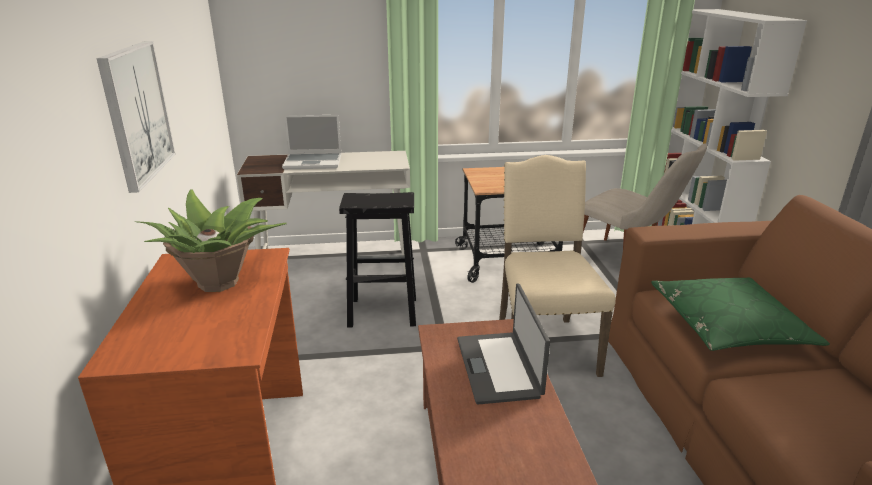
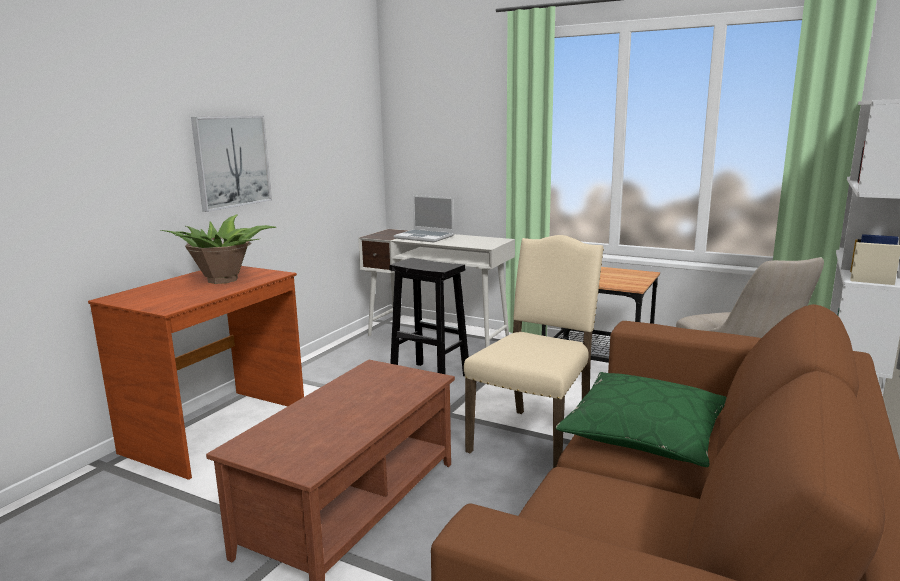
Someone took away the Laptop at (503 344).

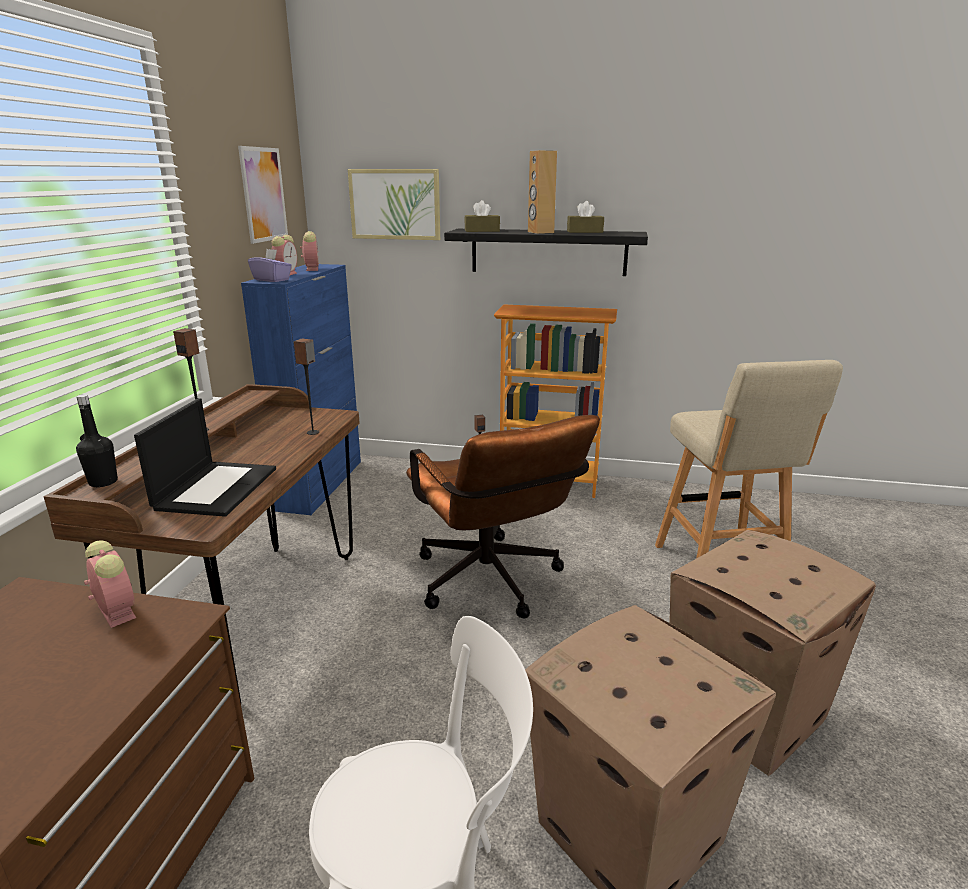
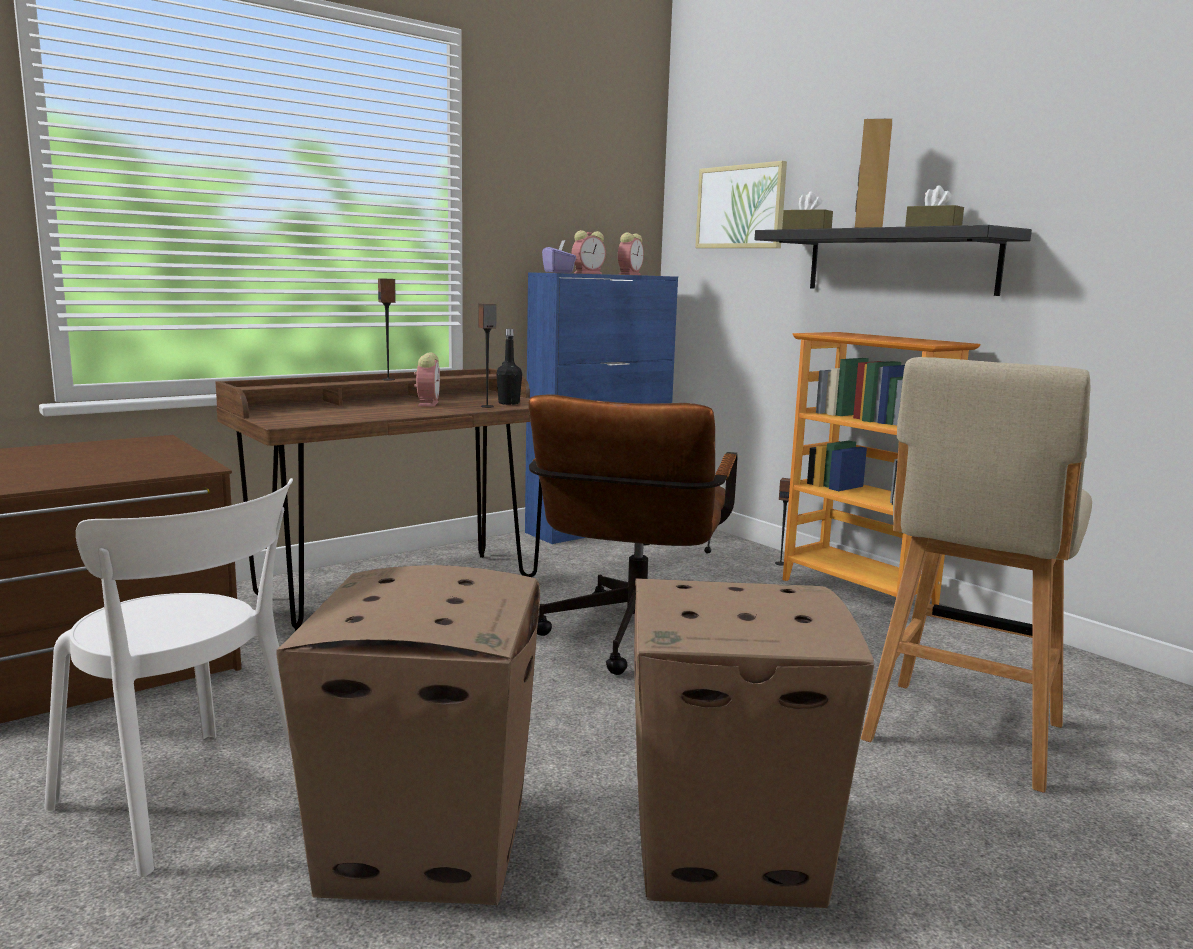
Someone carried the Wecker from (110 584) to (427 379). Someone carried the Flasche/schwarz from (97 440) to (509 367). Someone took away the Laptop at (205 457). Someone took away the Bild at (263 195).

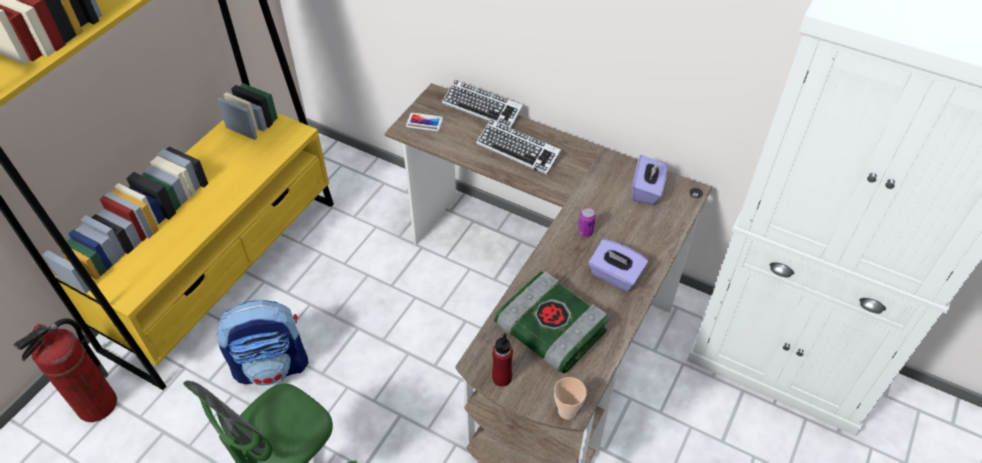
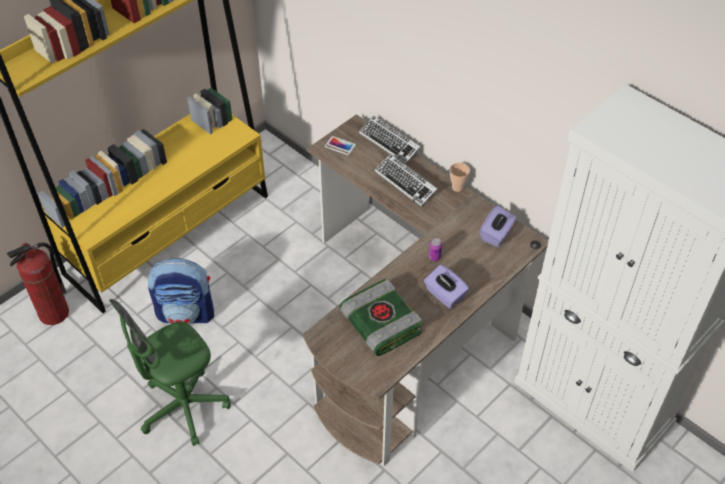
Someone carried the Tasse from (570 398) to (460 177). Someone took away the Flasche/rot at (502 360).

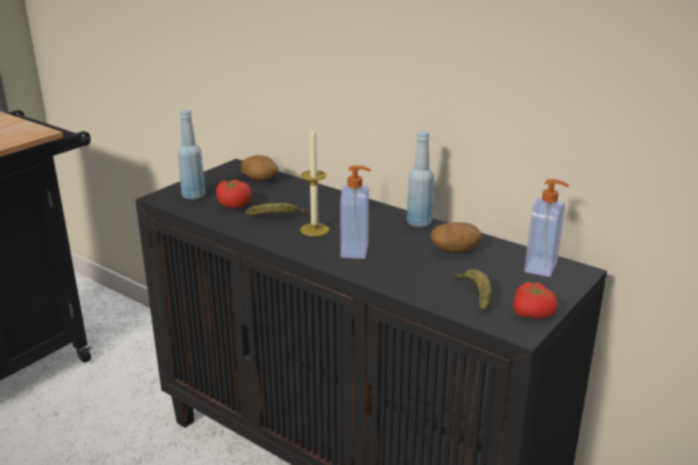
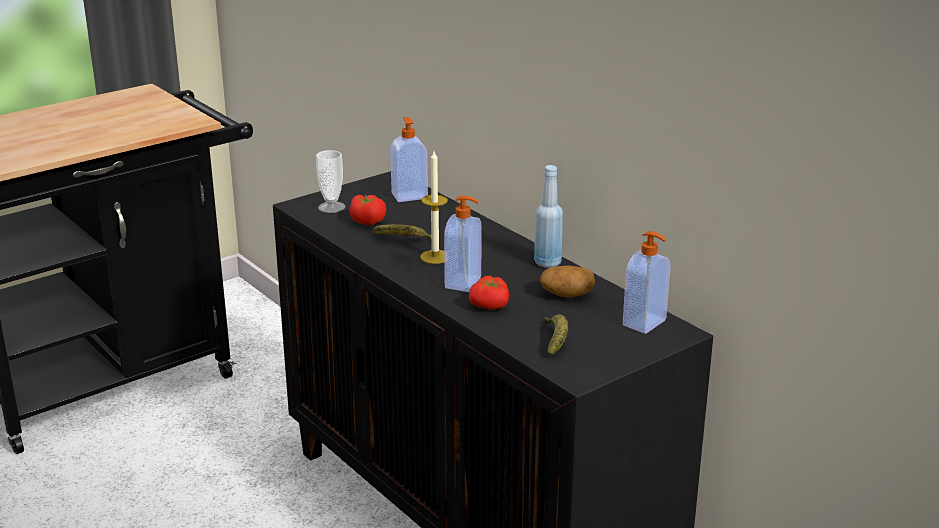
Someone swapped the Flasche/blau at (192 154) for the Tasse at (330 181). Someone swapped the Kartoffel at (259 167) for the Seifenspender at (409 159). Someone carried the Tomate from (535 300) to (489 293).

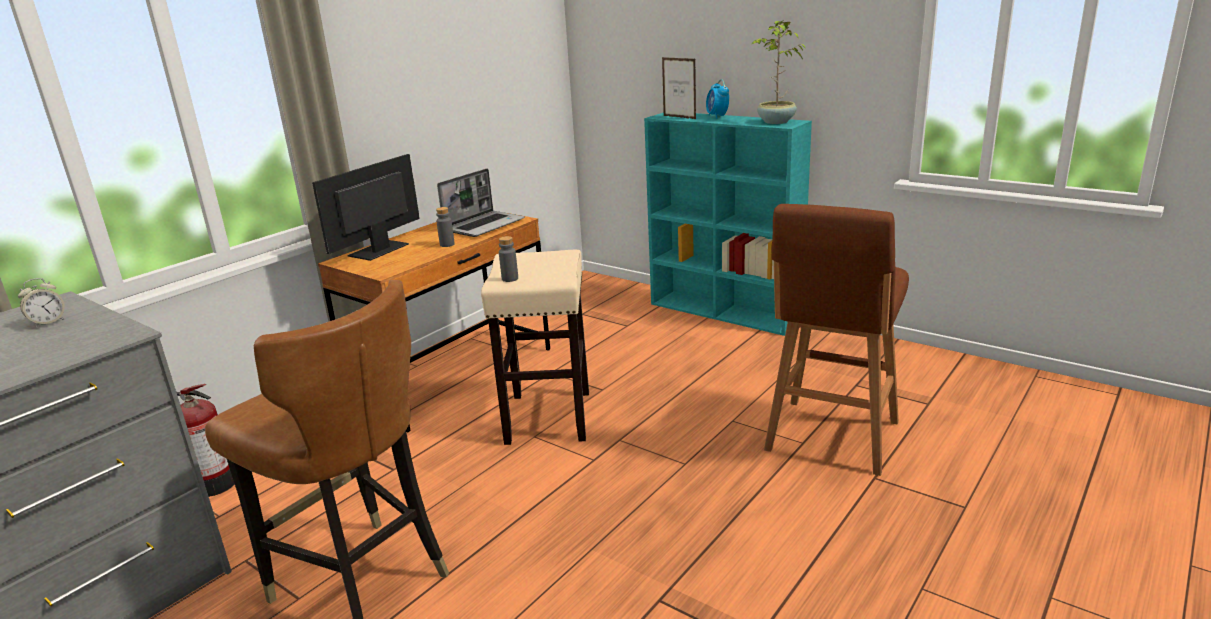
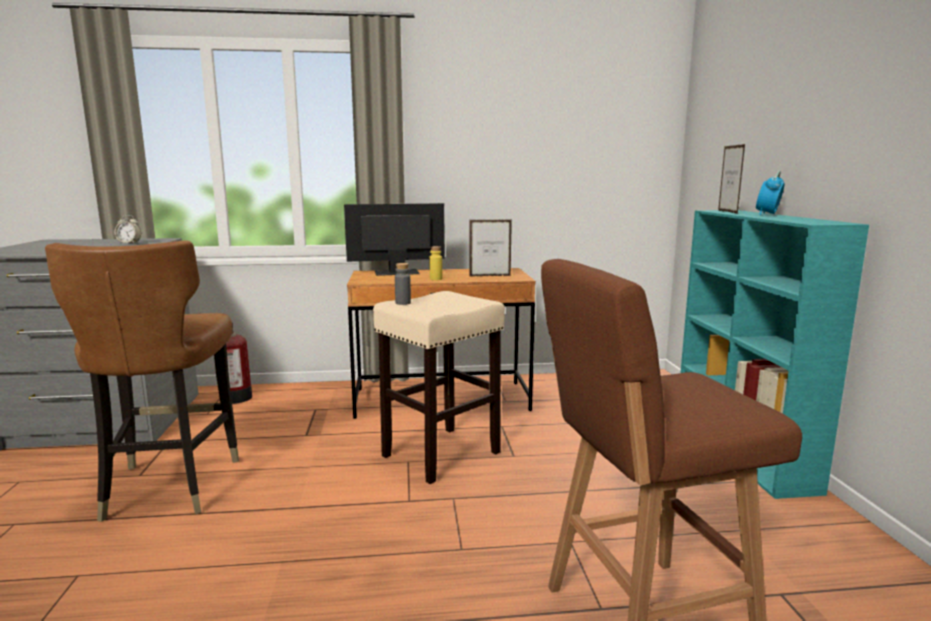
Someone repainted the Flasche/grau at (445 227), which became the Flasche/gelb at (435 263). Someone swapped the Laptop at (481 203) for the Bilderrahmen at (490 248). Someone took away the Topfpflanze at (779 72).

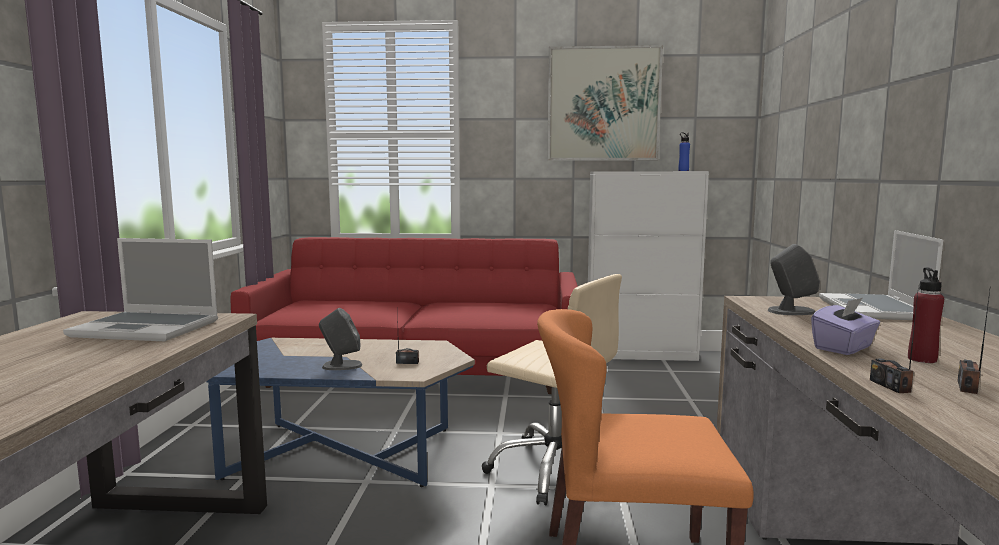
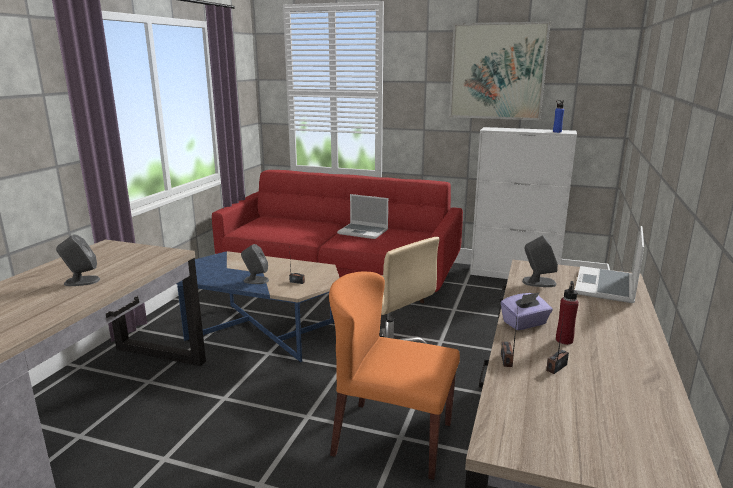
Someone put down the Lautsprecher/grau at (78 260). Someone carried the Laptop from (140 289) to (362 216).

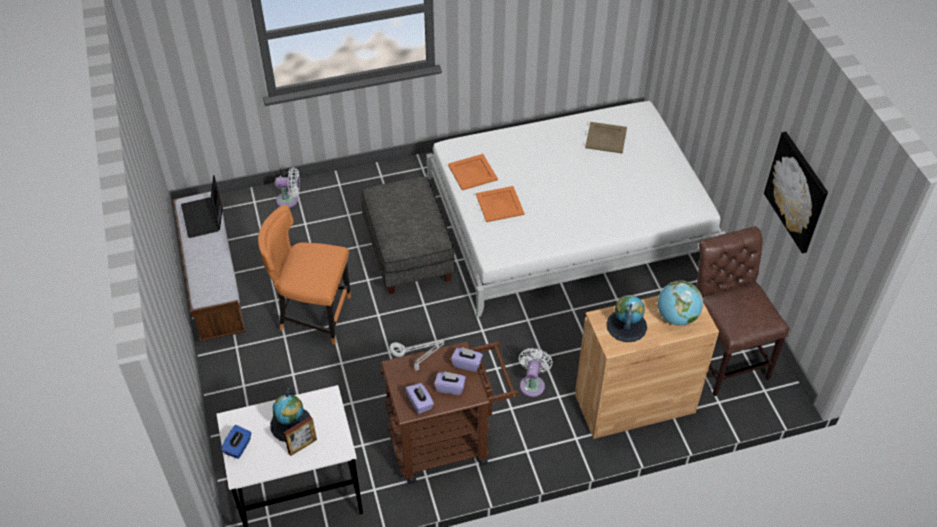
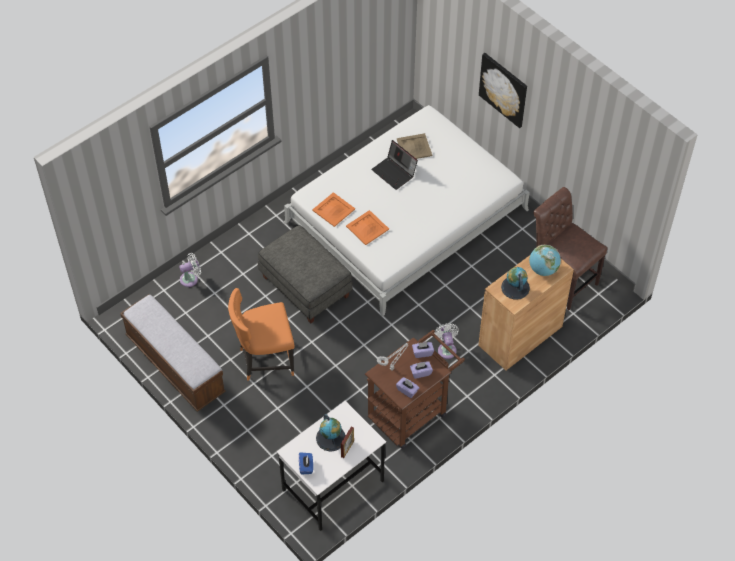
Someone carried the Laptop from (202 206) to (394 165). Someone carried the Bild from (796 192) to (503 90).

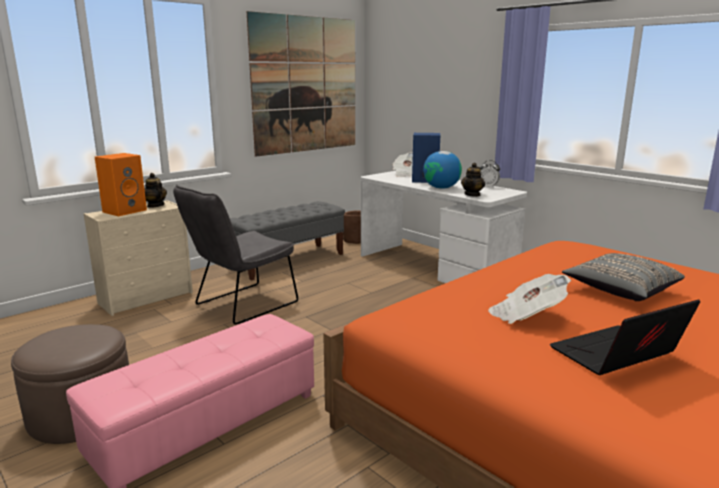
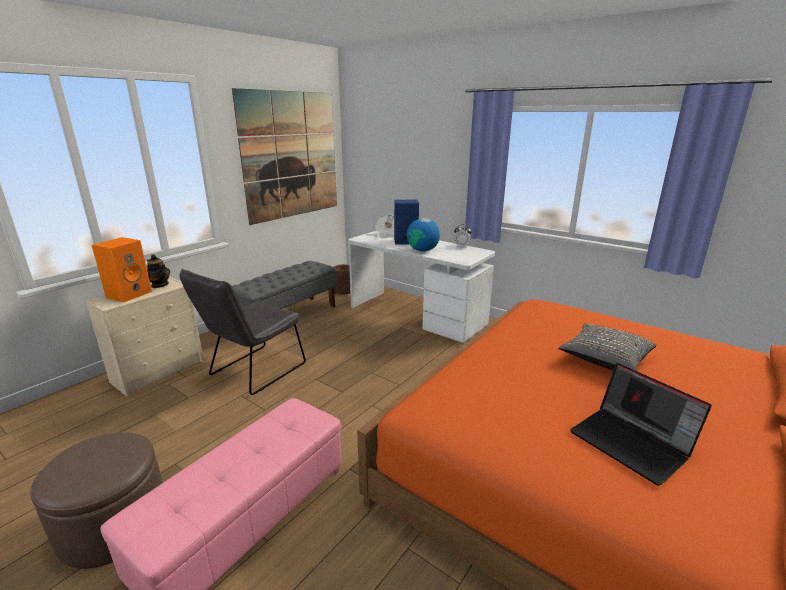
Someone rotated the Laptop at (625 337) by 90 degrees counterclockwise. Someone took away the Teekanne at (473 180). Someone took away the Zeitung at (529 299).

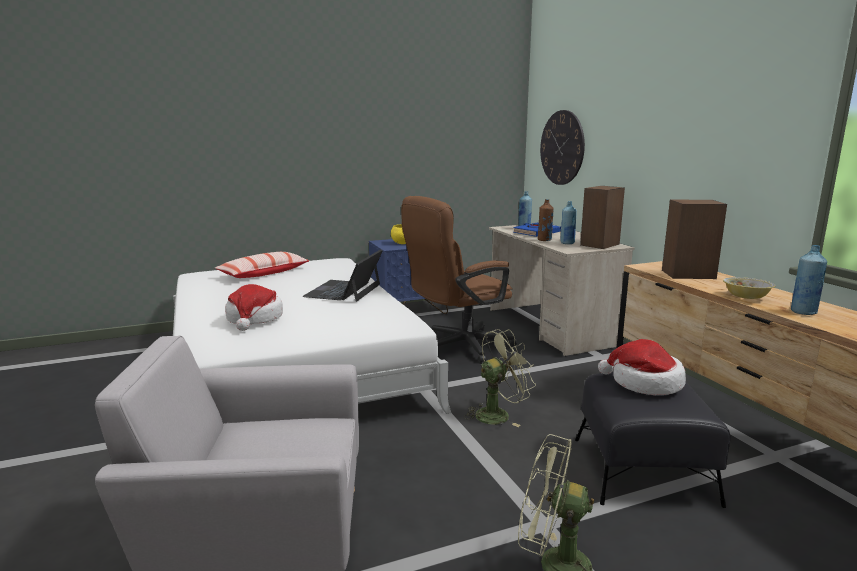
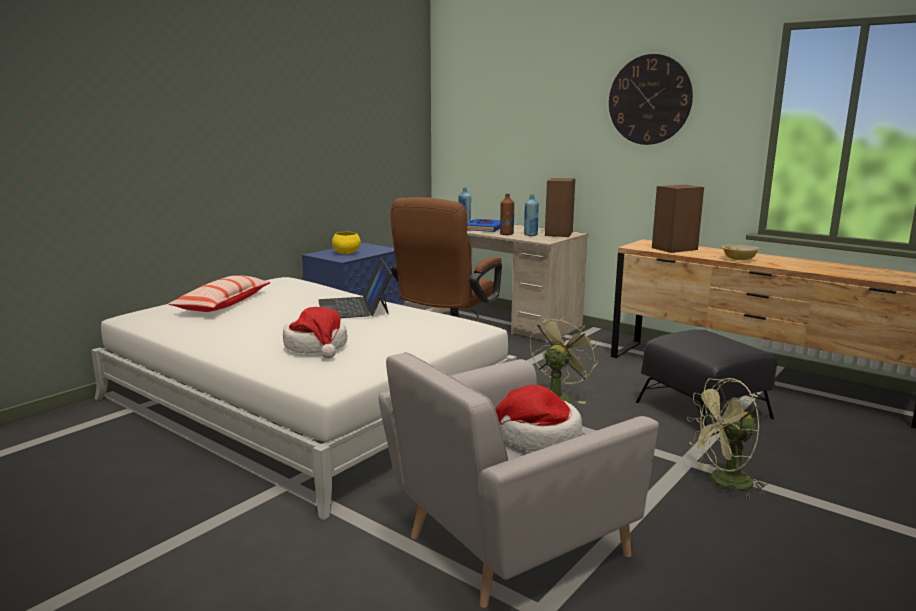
Someone carried the Hut from (642 367) to (538 418). Someone carried the Wanduhr from (562 147) to (651 99). Someone took away the Flasche/blau at (809 280).

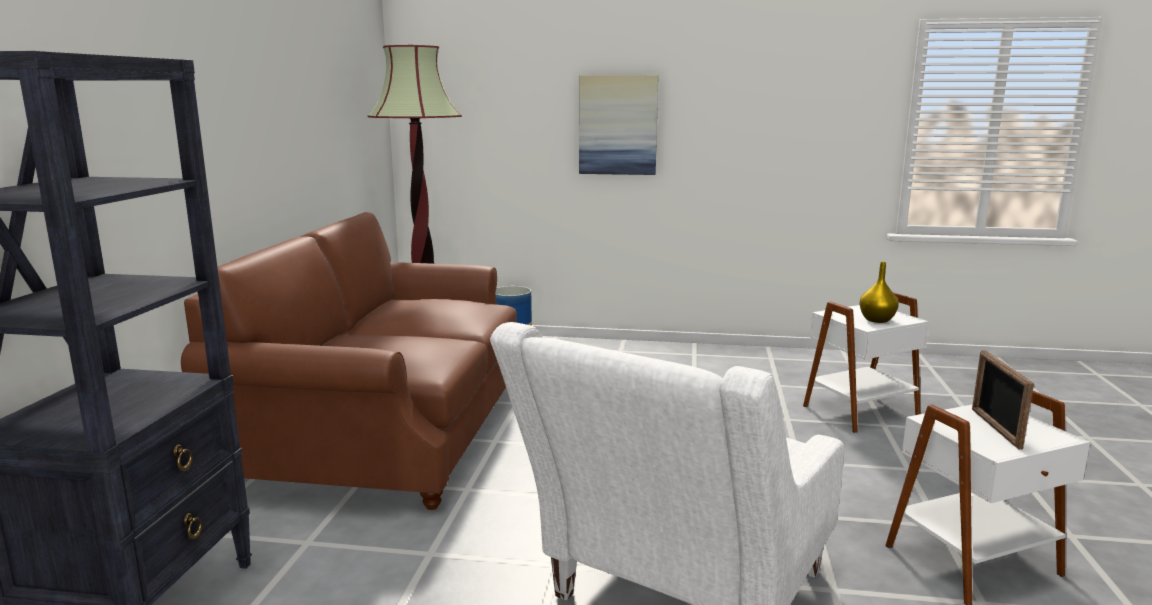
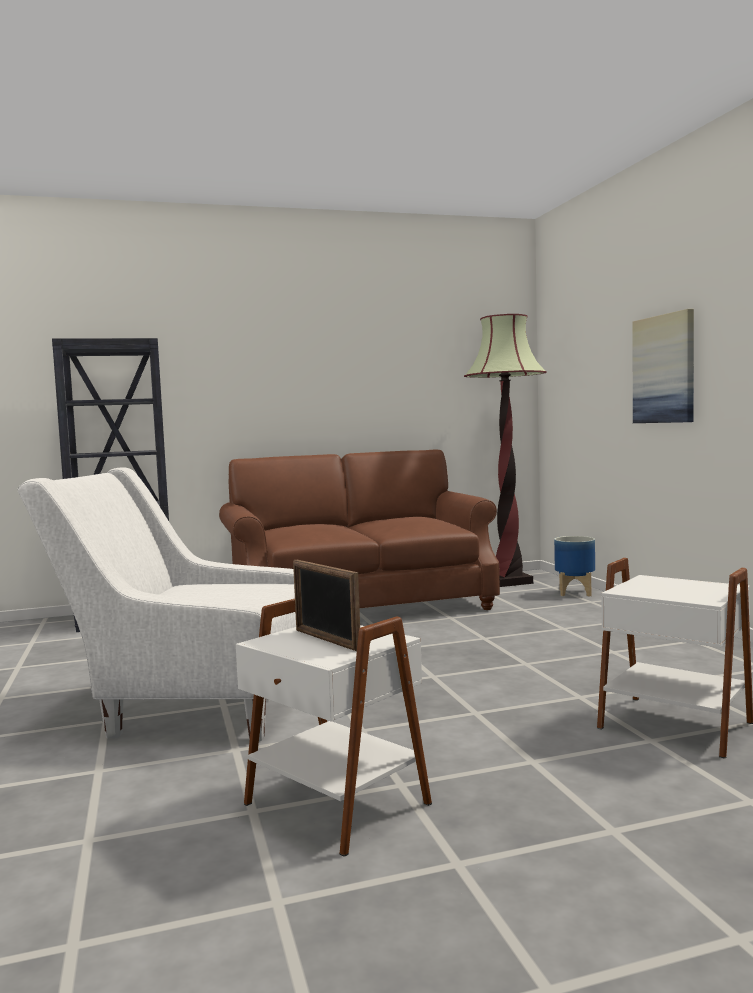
Someone rotated the Bilderrahmen at (1003 400) by 105 degrees counterclockwise. Someone took away the Vase/gelb at (879 292).

